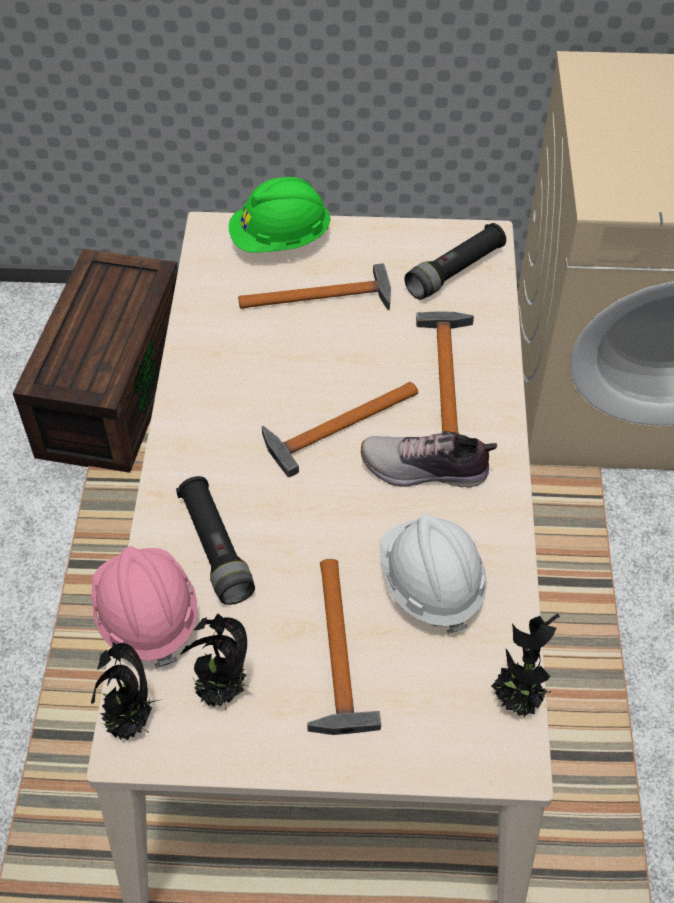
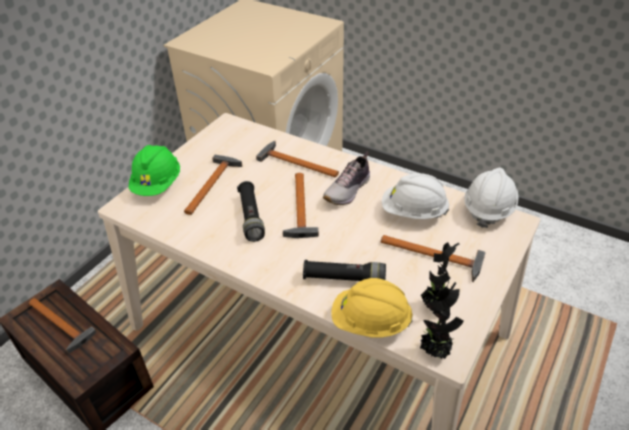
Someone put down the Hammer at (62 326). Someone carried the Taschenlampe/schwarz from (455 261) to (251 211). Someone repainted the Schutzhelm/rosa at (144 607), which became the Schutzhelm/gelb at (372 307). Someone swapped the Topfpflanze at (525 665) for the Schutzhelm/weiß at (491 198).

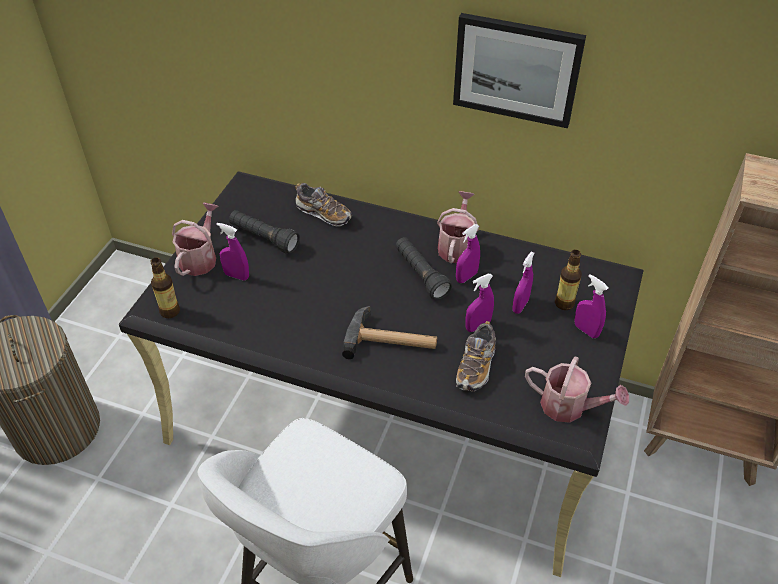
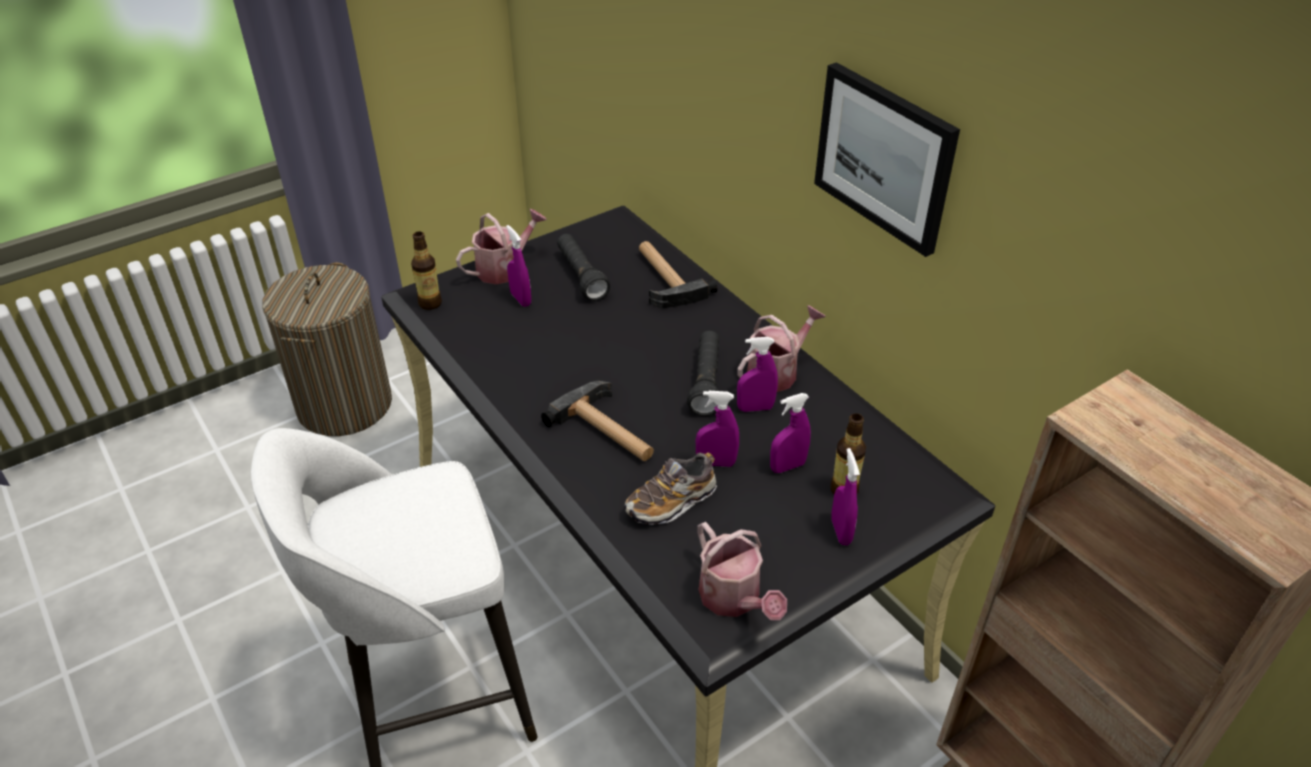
Someone swapped the Schuh at (323 205) for the Hammer at (678 274).

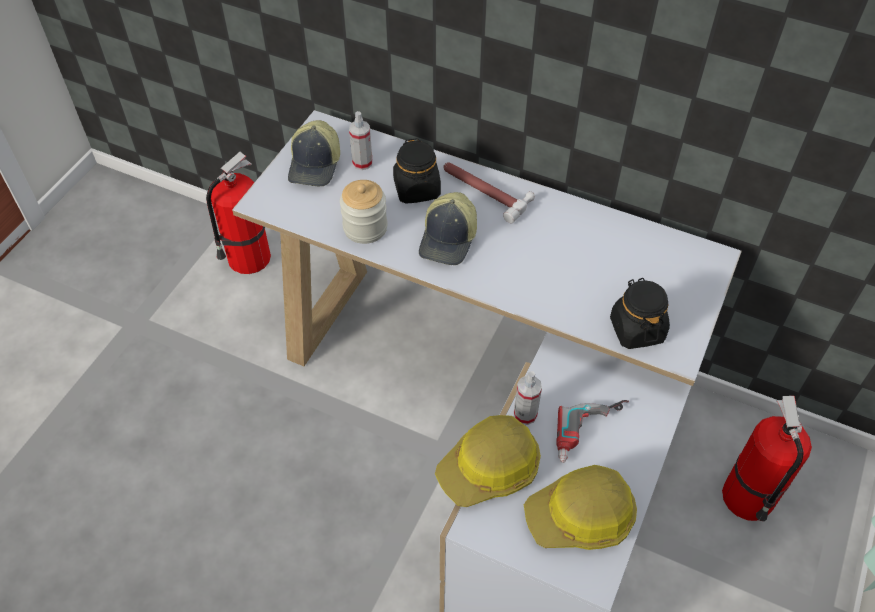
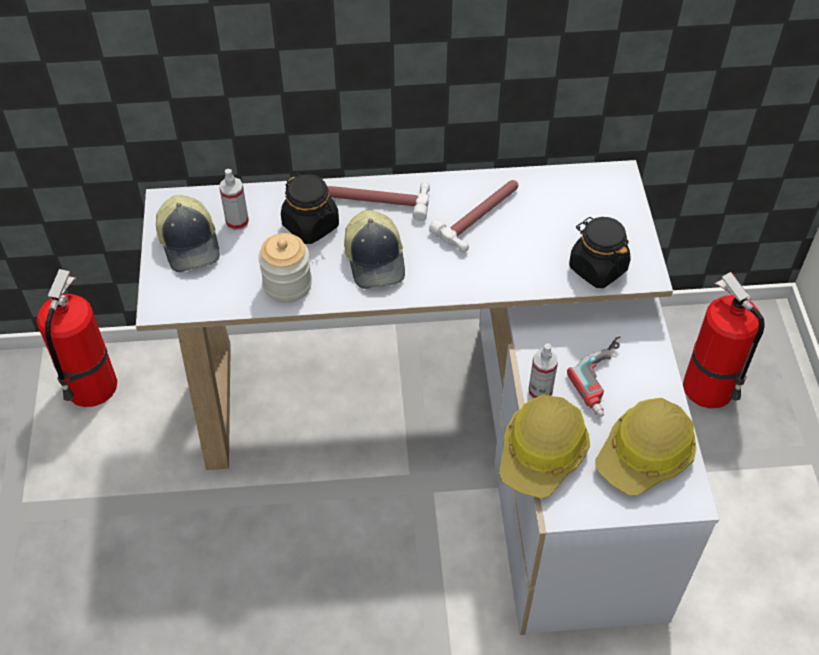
Someone put down the Hammer at (474 216).

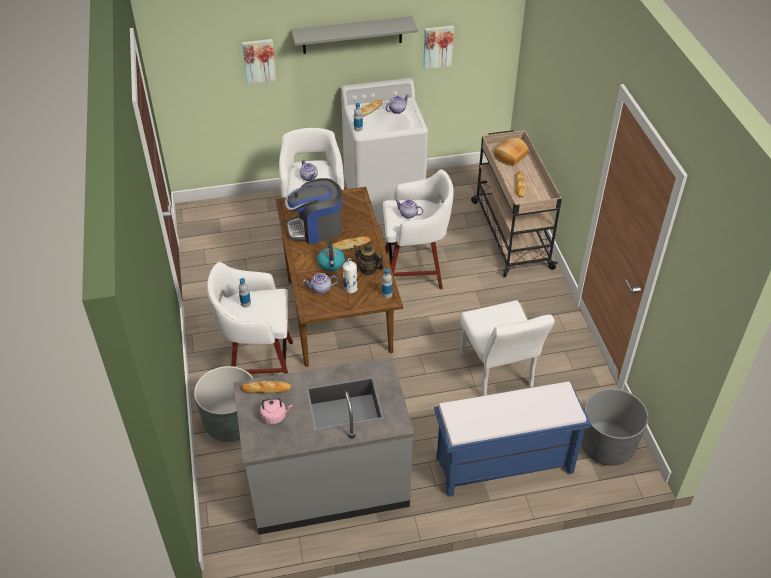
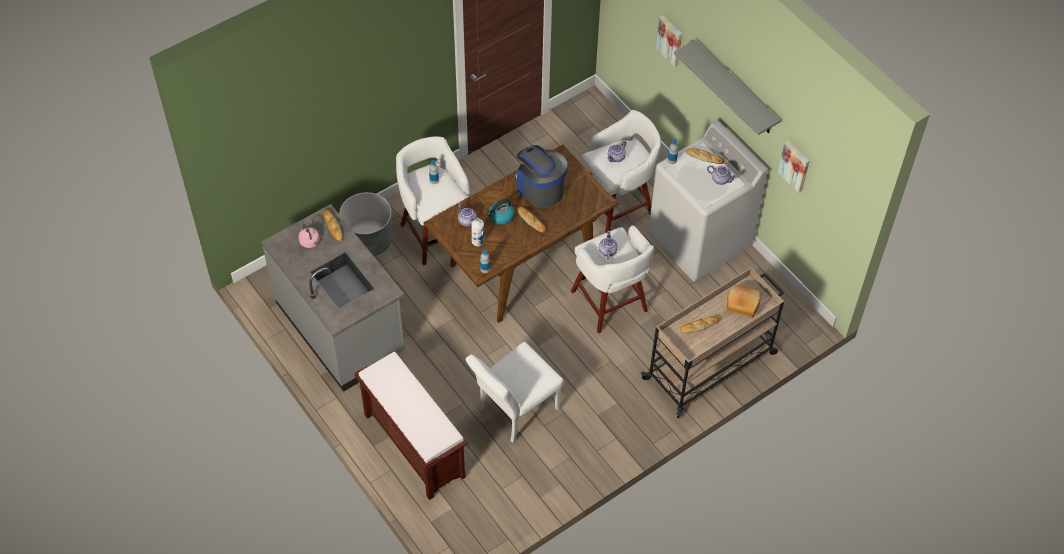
Someone repainted the Bank/blau at (512 439), which became the Bank/braun at (411 426). Someone took away the Teekanne at (368 260). Someone took away the Pflanzkübel/grau at (614 427).

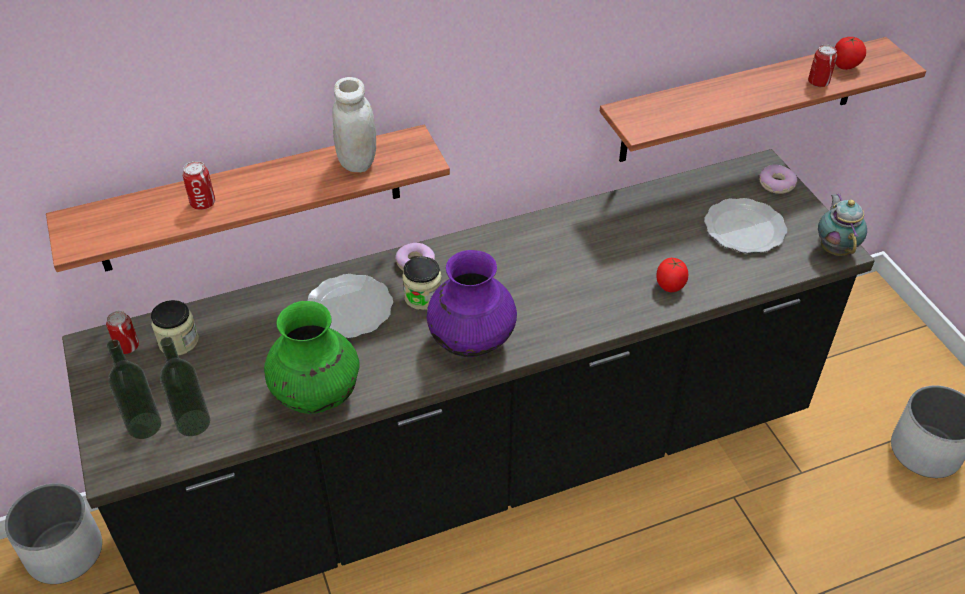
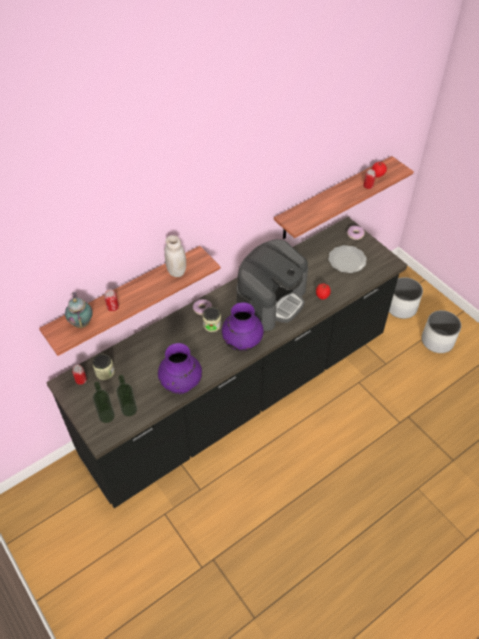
Someone carried the Teekanne from (842 224) to (79 310). Someone repainted the Vase/grün at (312 357), which became the Vase/lila at (180 368). Someone put down the Kaffeemaschine at (272 285). Someone carried the Pflanzkübel/weiß from (53 533) to (406 298). Someone took away the Teller at (350 306).

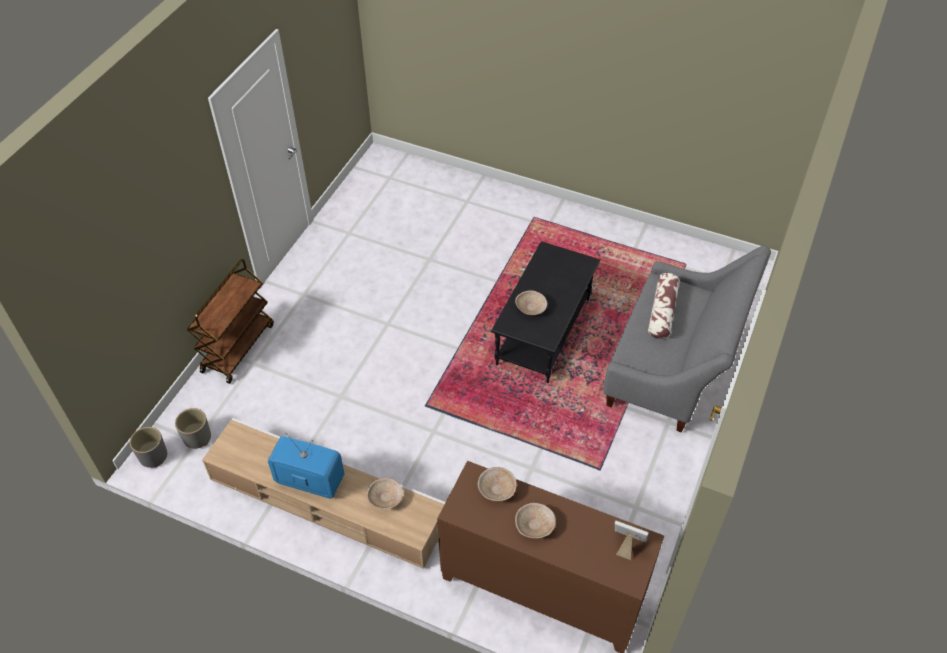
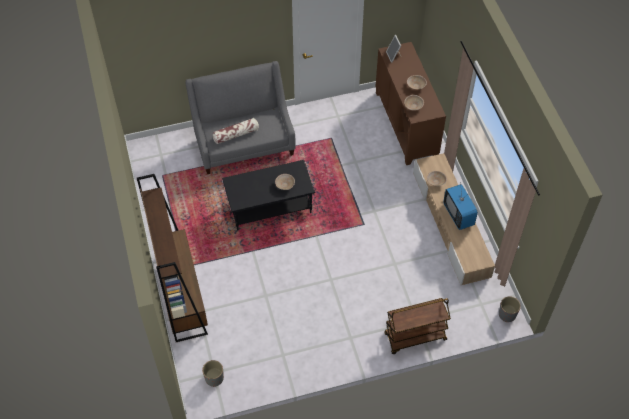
Someone put down the Bücherregal/braun at (172 258). Someone carried the Pflanzkübel/grau from (193 428) to (213 373).

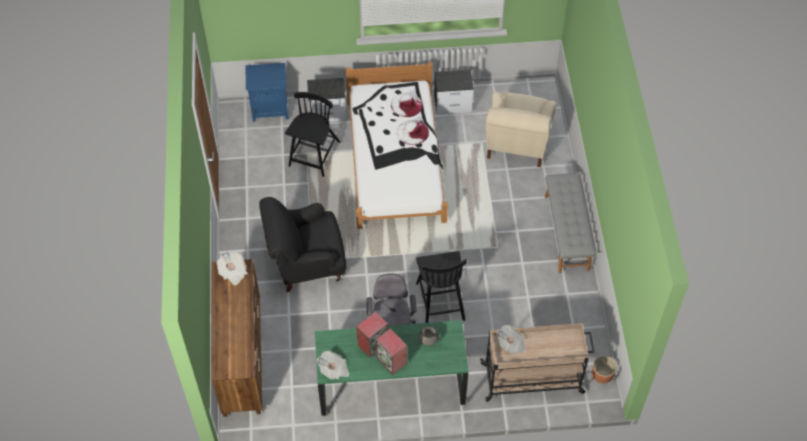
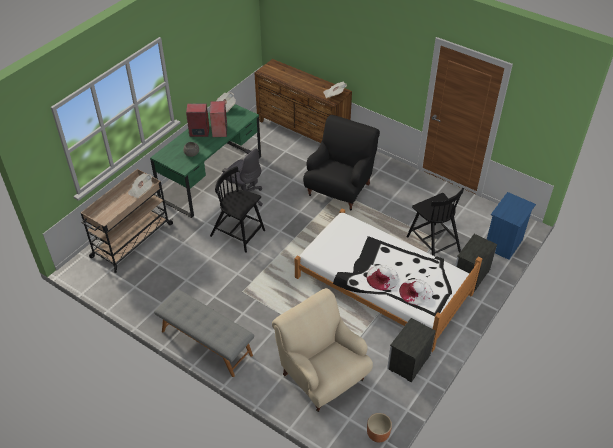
Someone carried the Pflanzkübel/braun from (604 369) to (379 427).

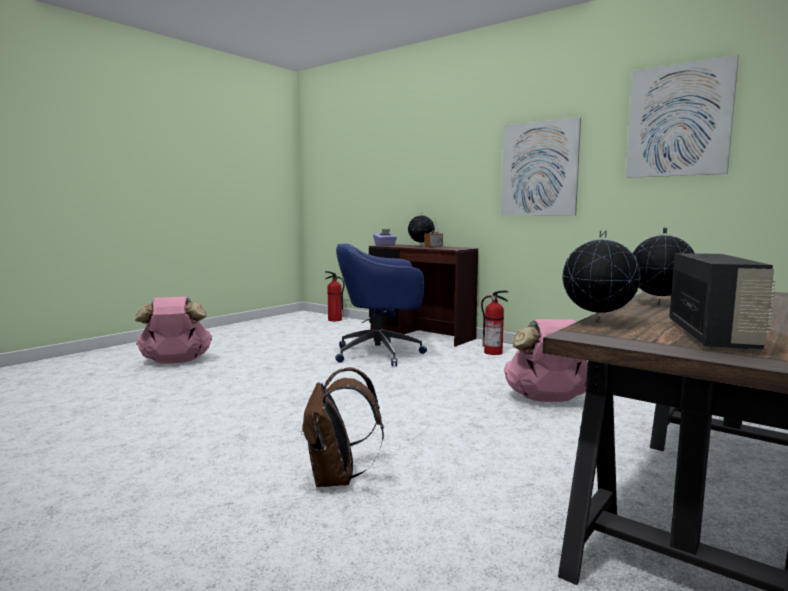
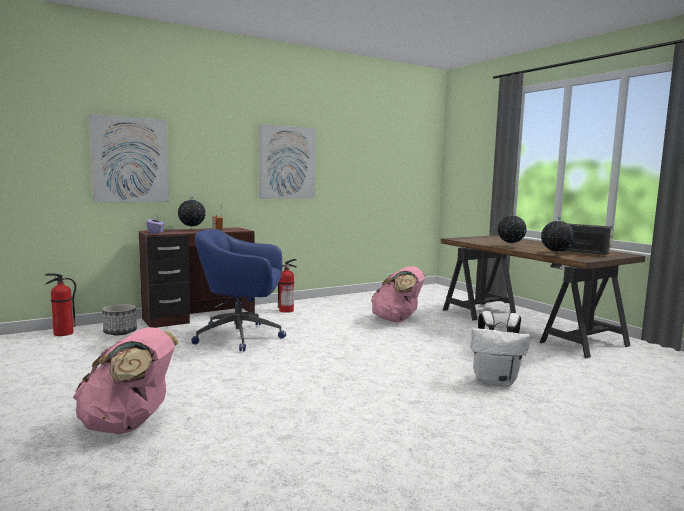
Someone carried the Bild from (682 116) to (129 158). Someone put down the Pflanzkübel at (119 319). Someone rotated the Bürostuhl/blau at (381 305) by 75 degrees clockwise. Someone repainted the Rucksack/braun at (342 427), which became the Rucksack/weiß at (500 349).

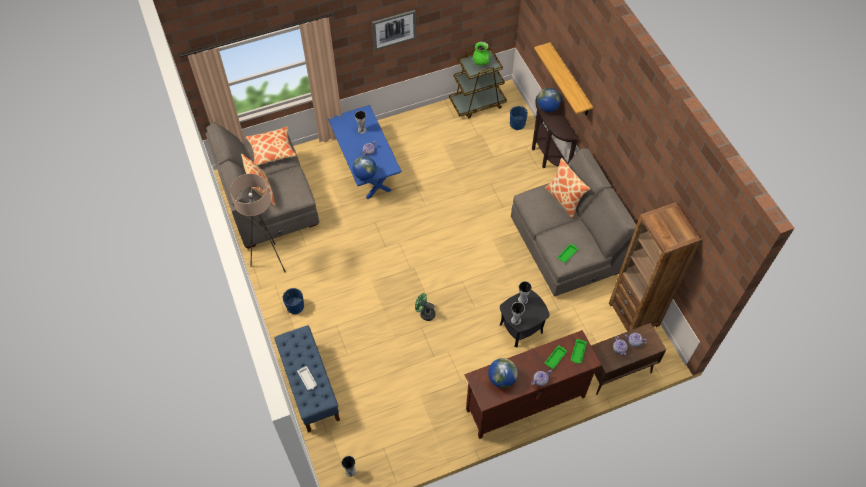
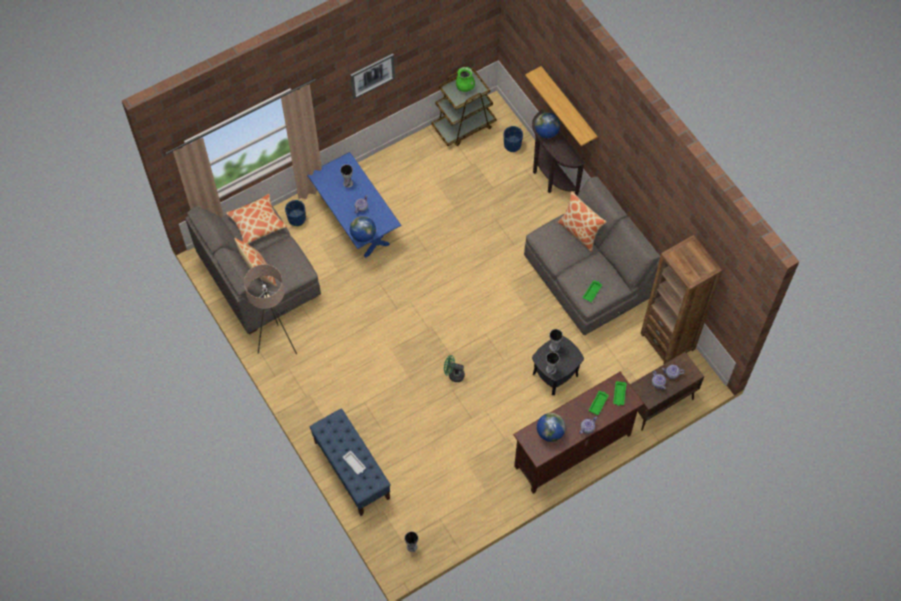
Someone carried the Pflanzkübel/blau from (293 301) to (295 213).

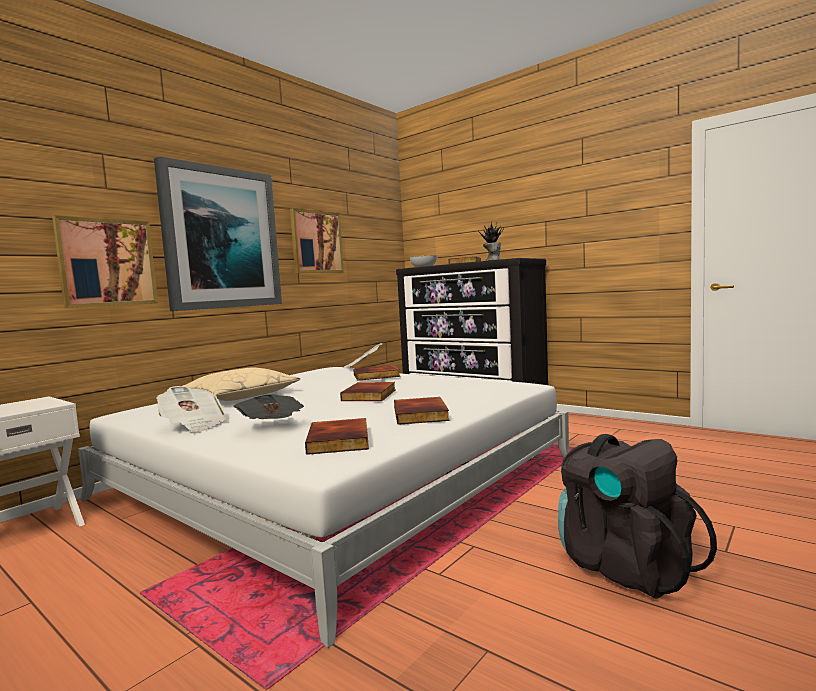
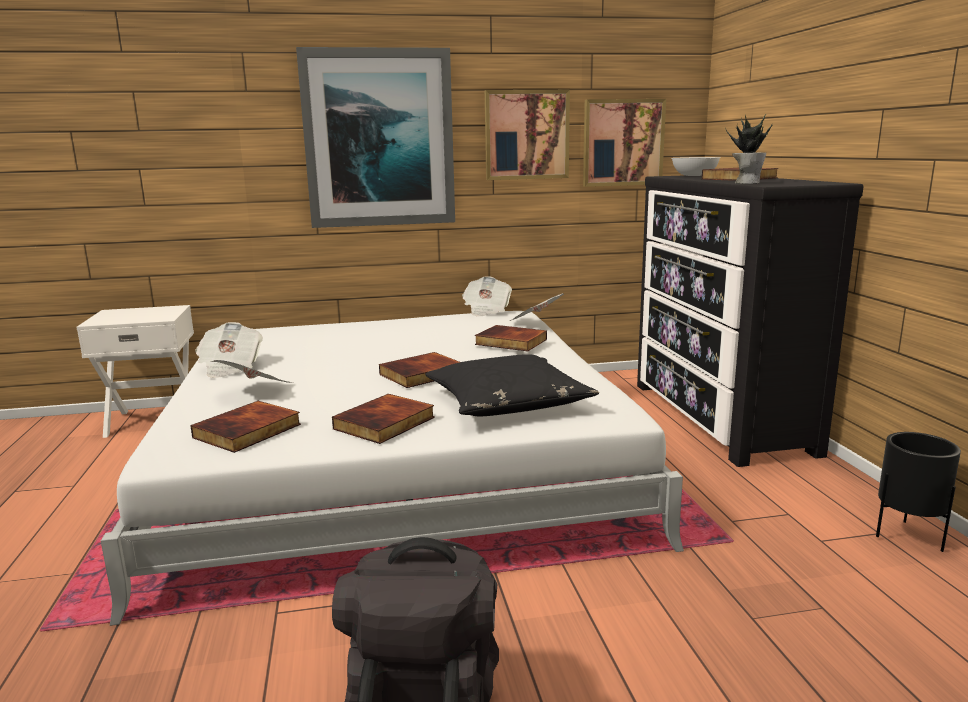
Someone put down the Kissen/schwarz at (512 385). Someone put down the Zeitung at (487 296). Someone carried the Bild from (105 261) to (624 143). Someone put down the Pflanzkübel/schwarz at (918 492). Someone took away the Kissen/beige at (241 384).

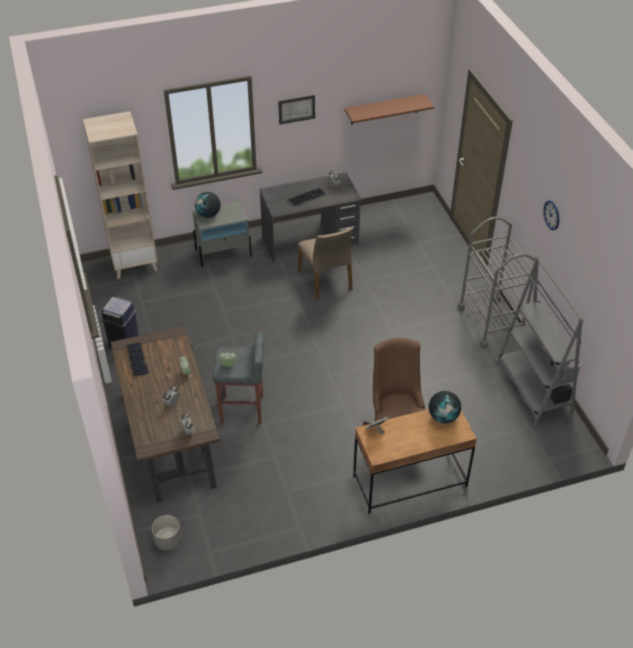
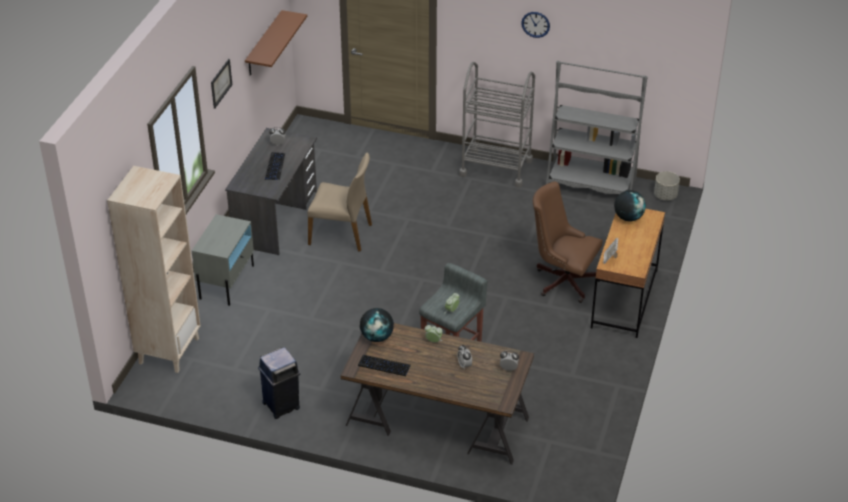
Someone carried the Globus from (208 205) to (377 325). Someone carried the Pflanzkübel/grau from (167 532) to (667 186).

